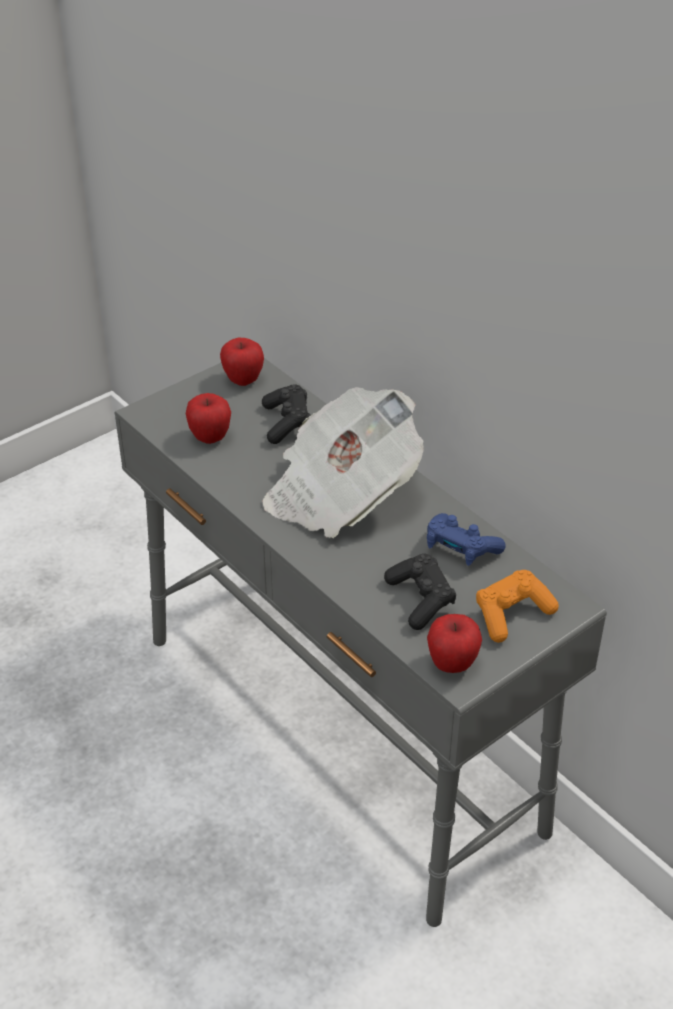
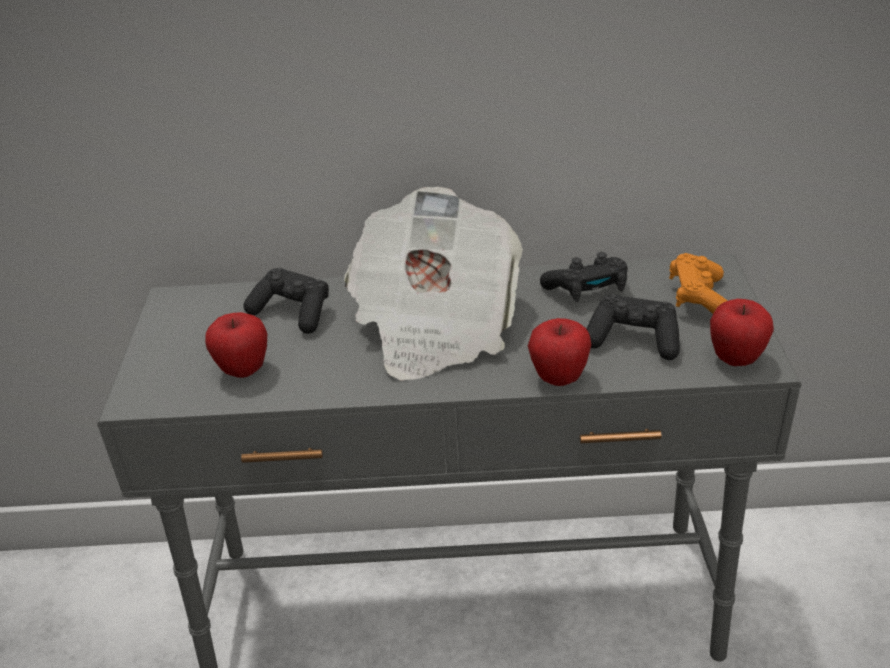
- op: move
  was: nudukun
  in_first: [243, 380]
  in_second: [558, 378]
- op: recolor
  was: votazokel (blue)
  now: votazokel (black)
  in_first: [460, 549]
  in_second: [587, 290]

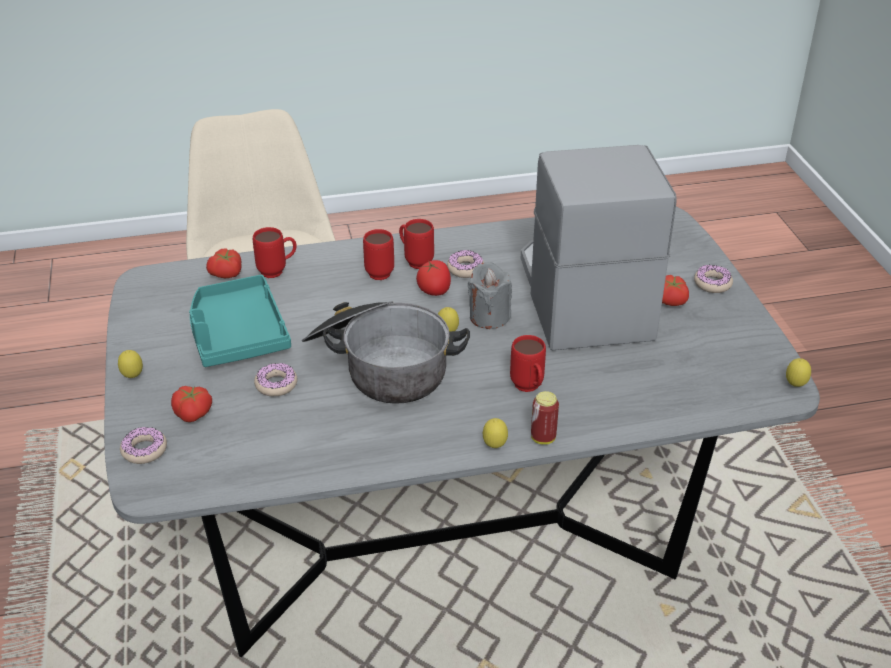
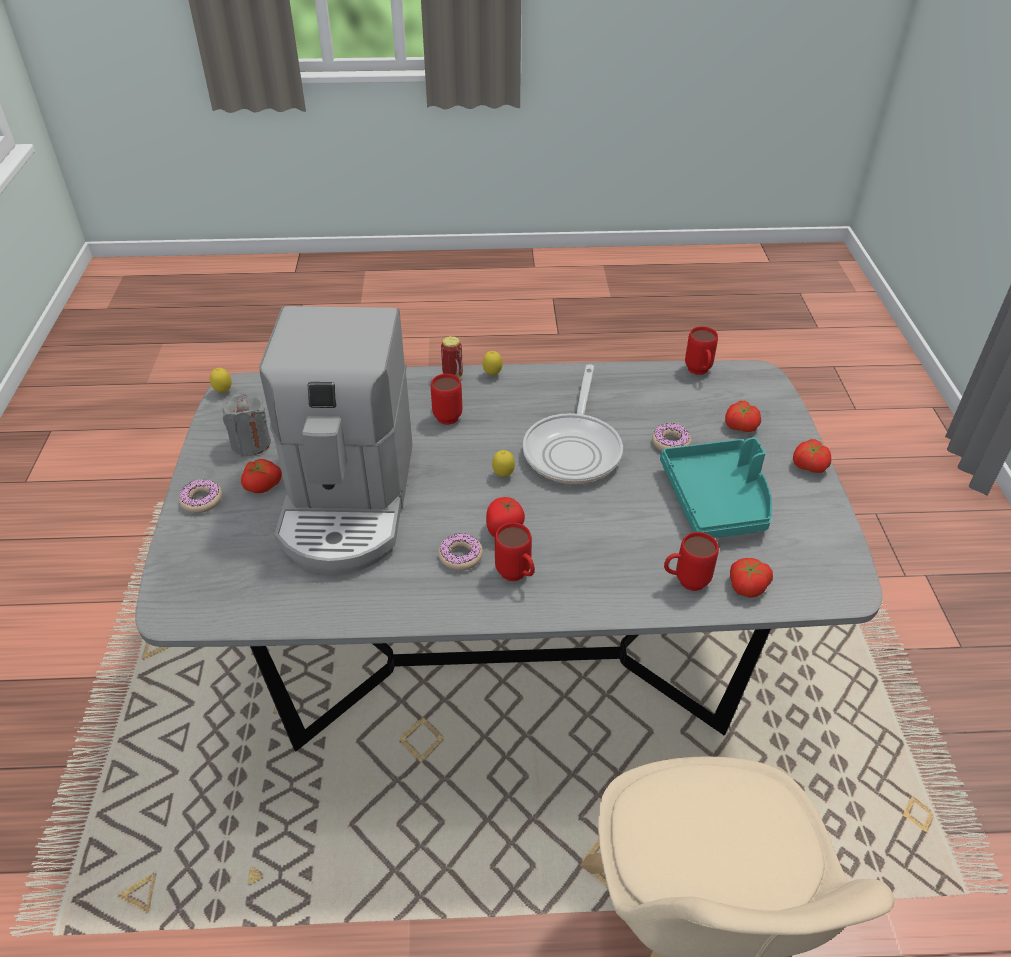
- op: delete
  was: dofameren
  in_first: [144, 450]
- op: move
  was: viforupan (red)
  in_first: [378, 271]
  in_second: [699, 373]
- op: move
  was: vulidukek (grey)
  in_first: [489, 317]
  in_second: [251, 443]
- op: replace
  was: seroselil
  now: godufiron
  in_first: [133, 377]
  in_second: [808, 466]
- op: replace
  was: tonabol
  now: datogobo
  in_first: [380, 367]
  in_second: [574, 449]

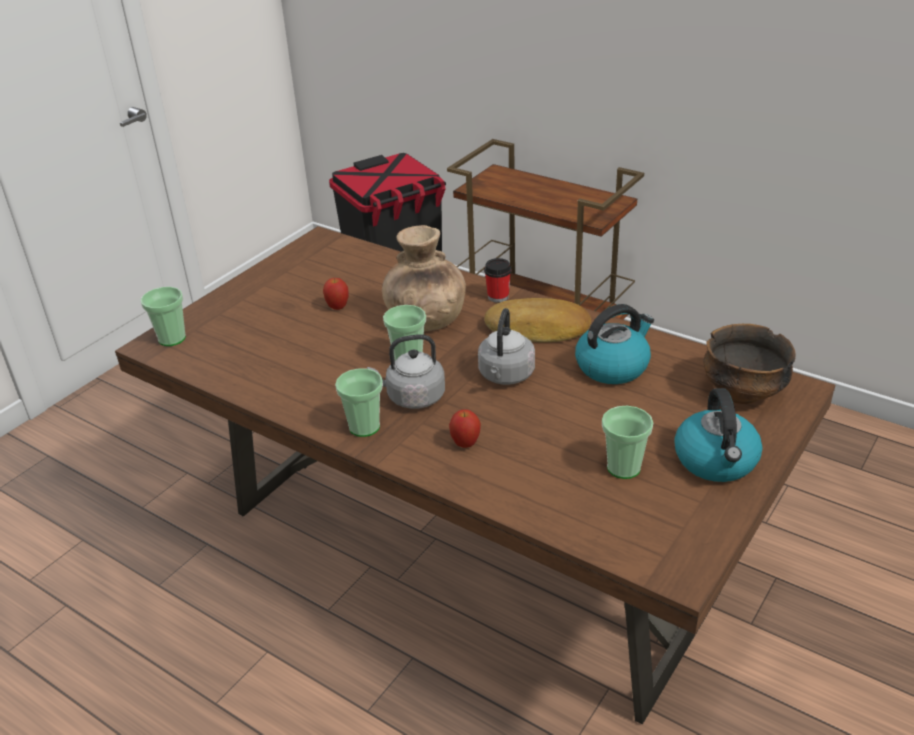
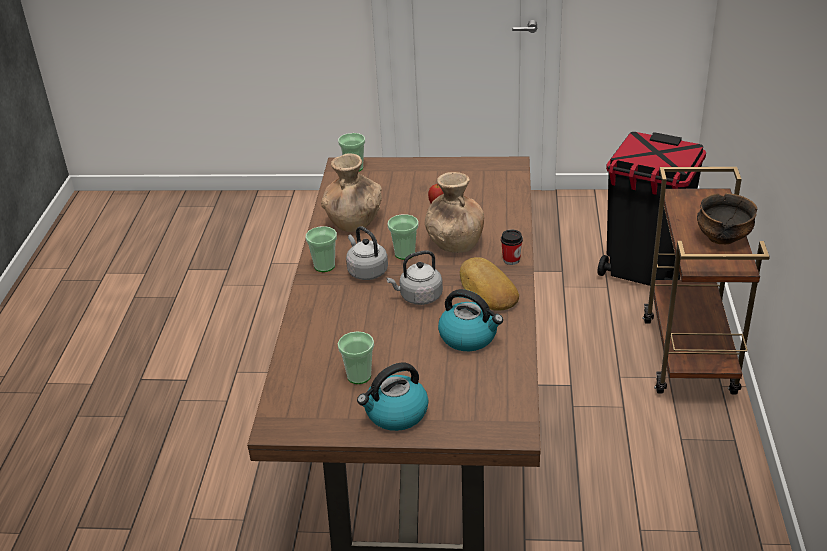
- op: delete
  was: nudukun
  in_first: [465, 444]
- op: insert
  now: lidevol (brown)
  in_second: [353, 222]
- op: move
  was: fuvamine
  in_first: [742, 392]
  in_second: [722, 238]

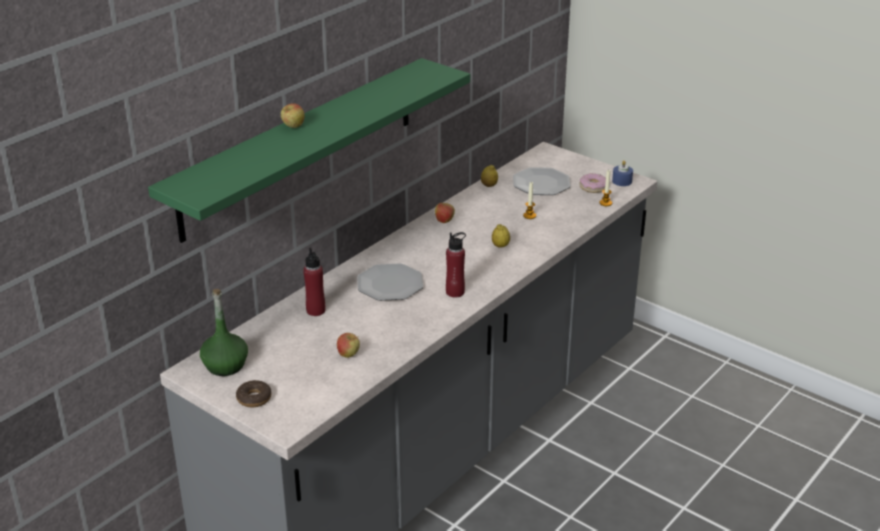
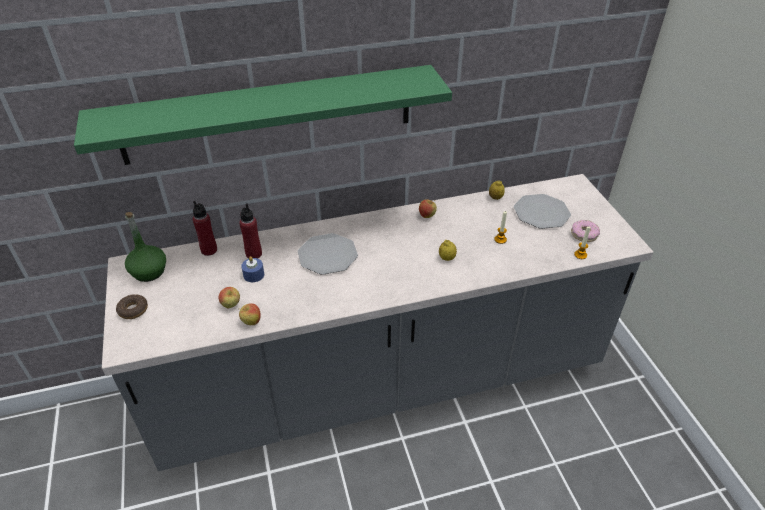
- op: move
  was: nudukun
  in_first: [293, 127]
  in_second: [251, 322]
- op: move
  was: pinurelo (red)
  in_first: [455, 292]
  in_second: [209, 250]
- op: move
  was: vulidukek (blue)
  in_first: [622, 181]
  in_second: [253, 275]

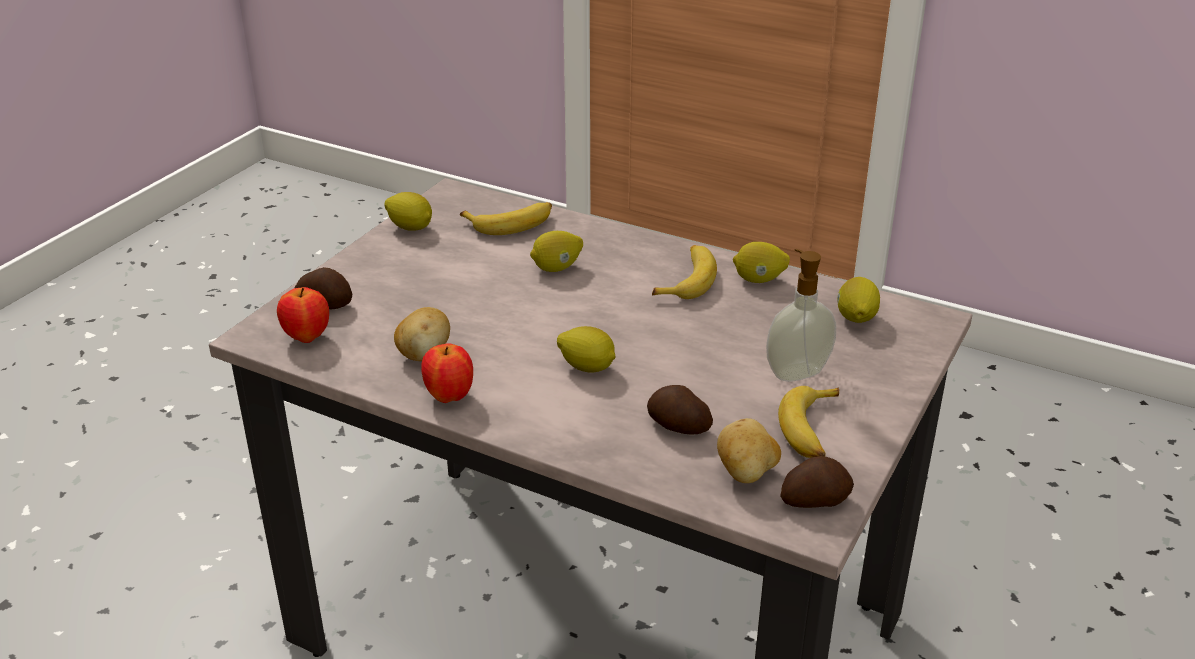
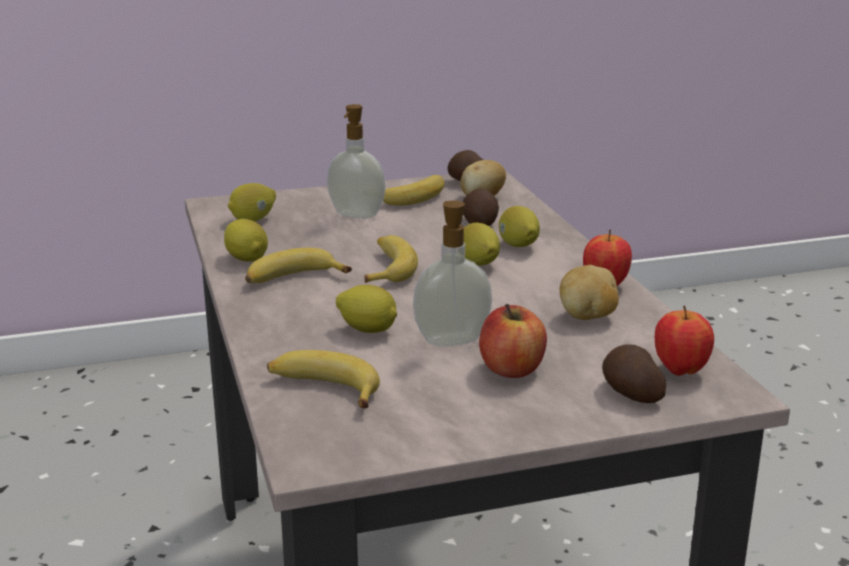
- op: insert
  now: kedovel
  in_second: [387, 268]
- op: insert
  now: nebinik
  in_second: [451, 339]
- op: insert
  now: nudukun
  in_second: [511, 369]
- op: move
  was: seroselil
  in_first: [410, 227]
  in_second: [518, 246]

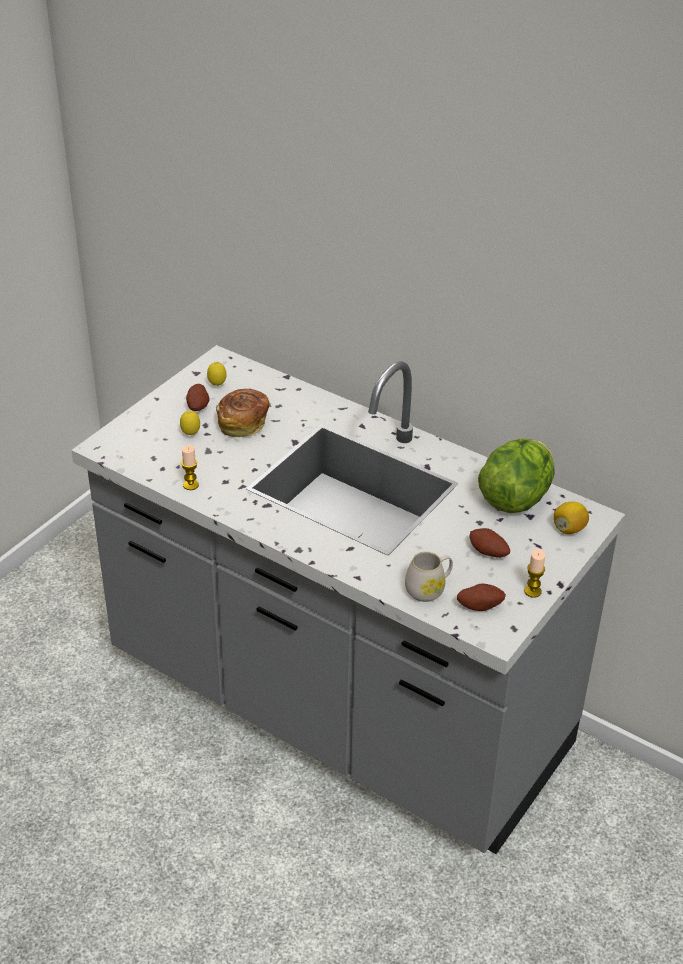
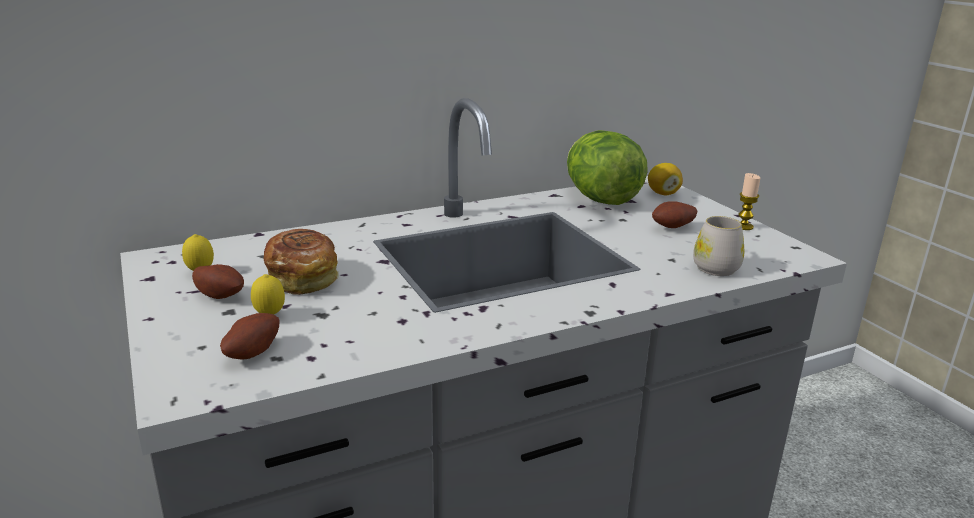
- op: delete
  was: vulidukek
  in_first: [190, 485]
- op: move
  was: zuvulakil
  in_first: [479, 605]
  in_second: [251, 352]

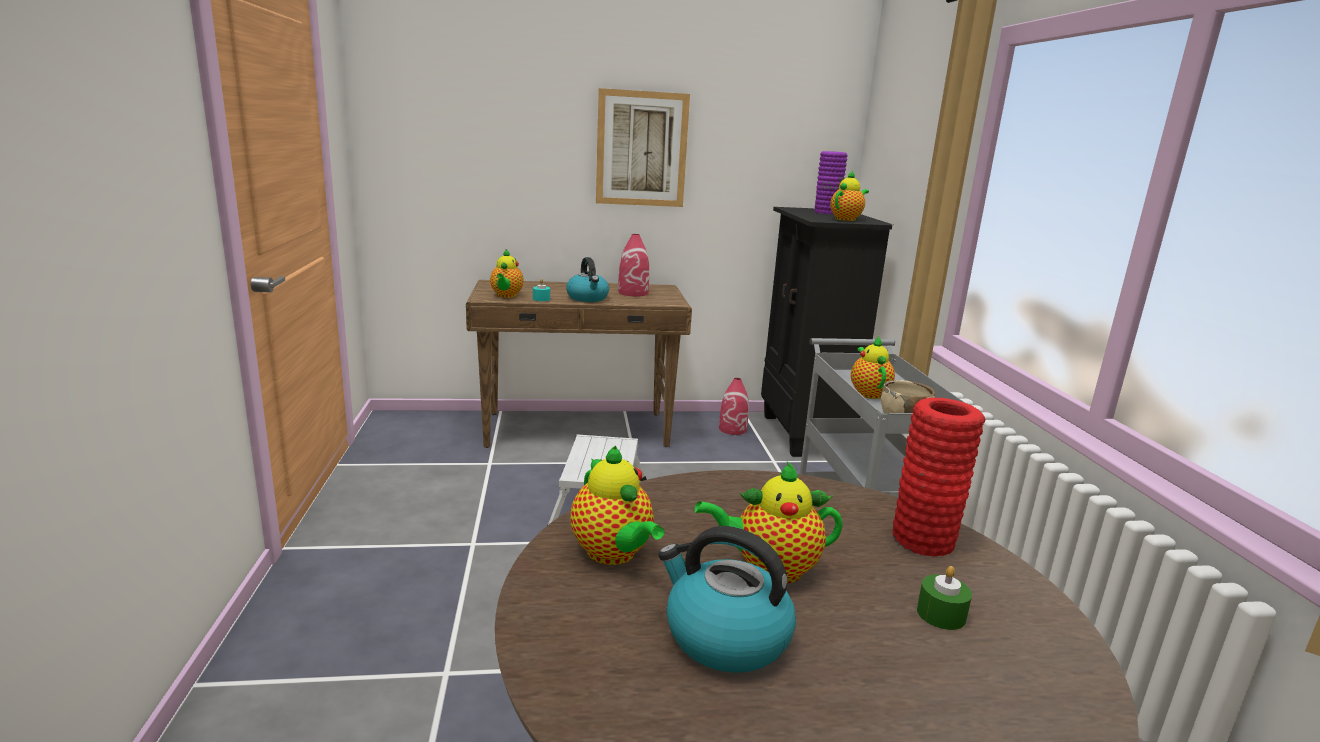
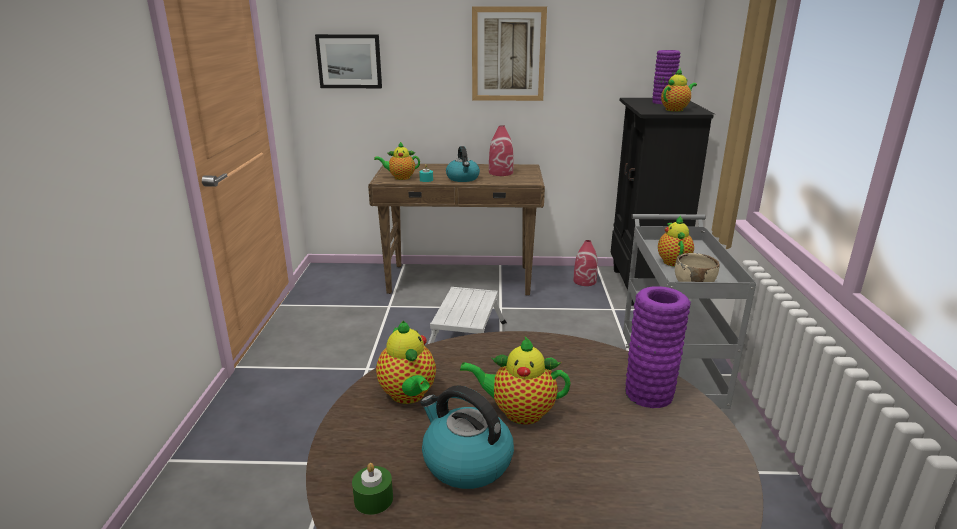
- op: insert
  now: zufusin
  in_second: [349, 61]
- op: move
  was: vulidukek (green)
  in_first: [941, 614]
  in_second: [373, 499]
- op: recolor
  was: lidevol (red)
  now: lidevol (purple)
  in_first: [923, 539]
  in_second: [649, 394]
- op: rotate
  was: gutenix
  in_first: [506, 296]
  in_second: [400, 177]
  clockwise: 75

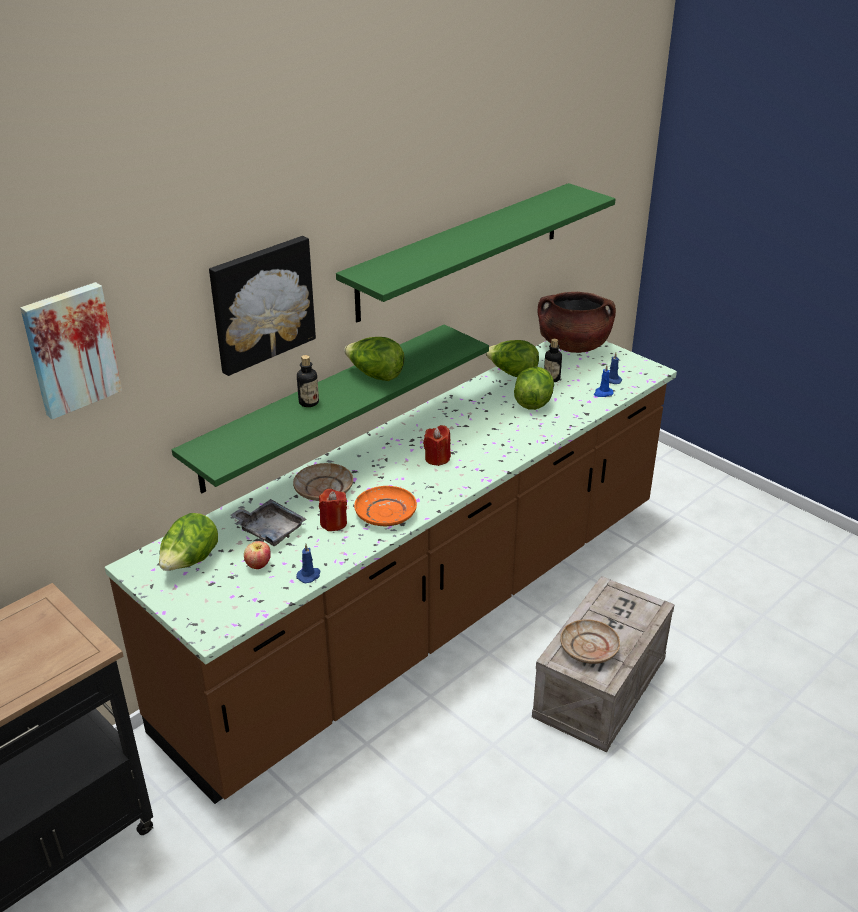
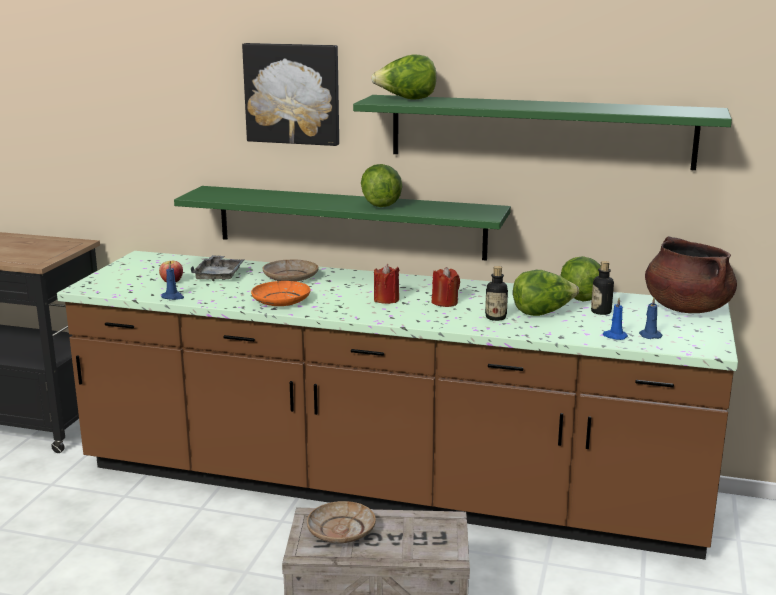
- op: delete
  was: zufusin
  in_first: [70, 349]
- op: move
  was: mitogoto
  in_first: [190, 562]
  in_second: [406, 99]
- op: move
  was: pinurelo
  in_first: [309, 402]
  in_second: [495, 317]
- op: move
  was: vulidukek (red)
  in_first: [333, 523]
  in_second: [445, 302]

